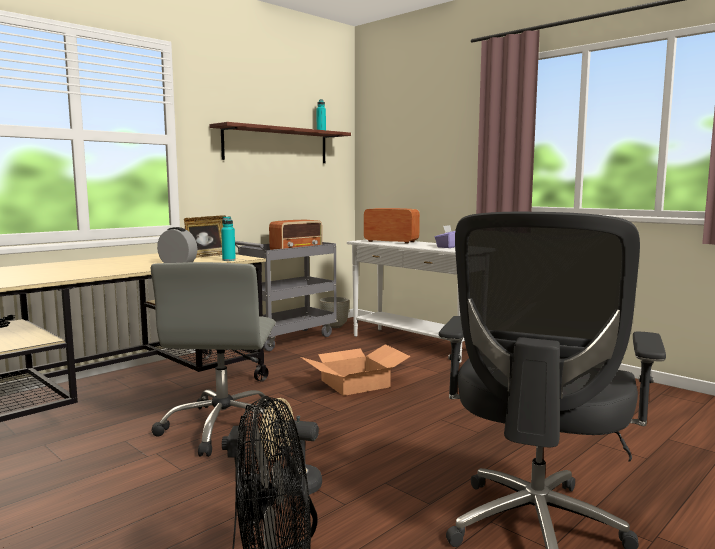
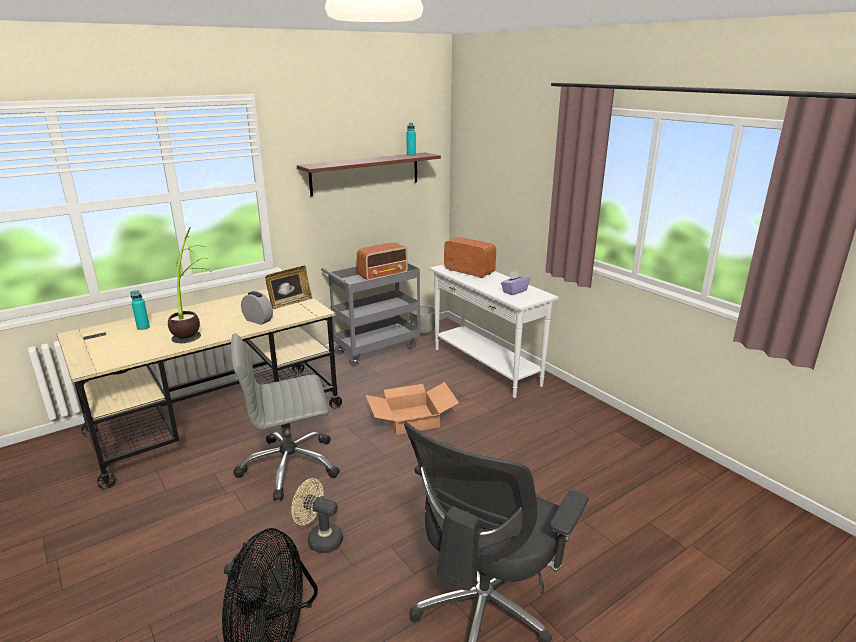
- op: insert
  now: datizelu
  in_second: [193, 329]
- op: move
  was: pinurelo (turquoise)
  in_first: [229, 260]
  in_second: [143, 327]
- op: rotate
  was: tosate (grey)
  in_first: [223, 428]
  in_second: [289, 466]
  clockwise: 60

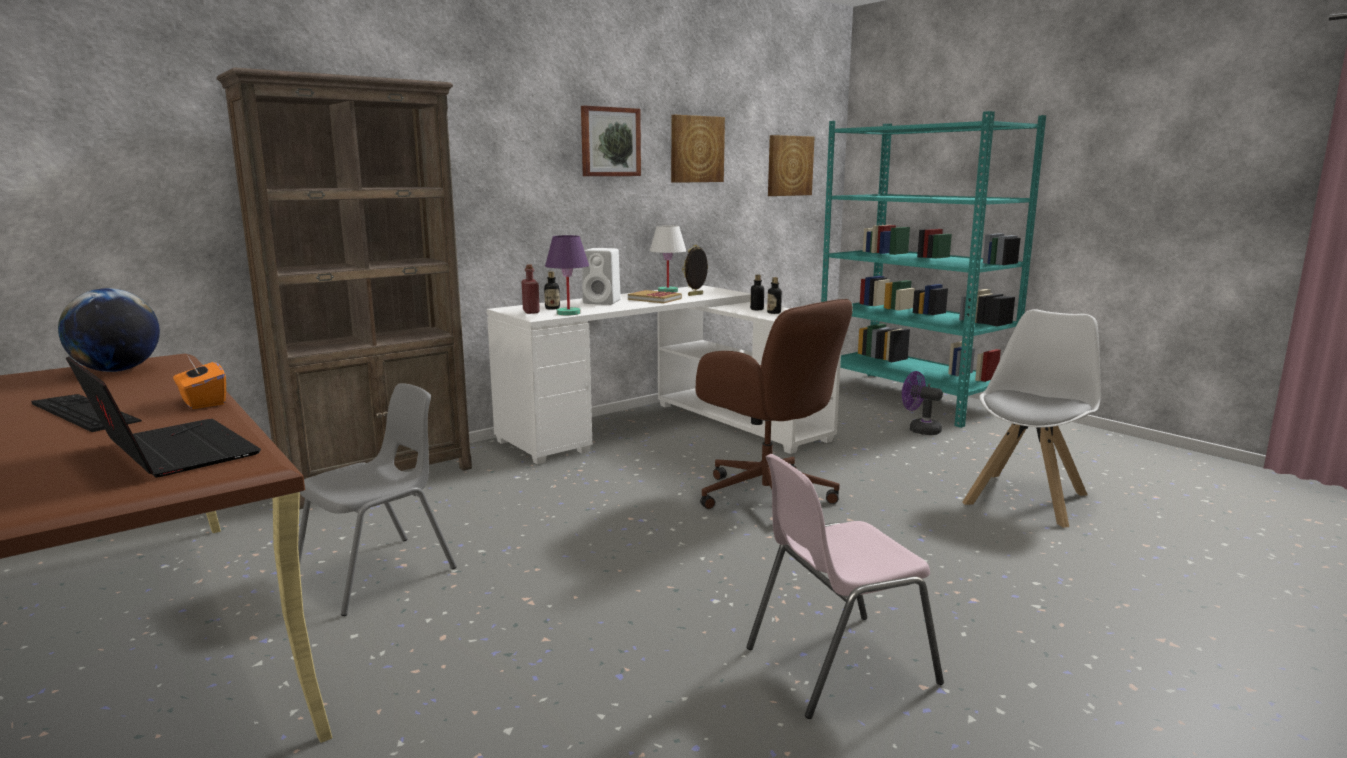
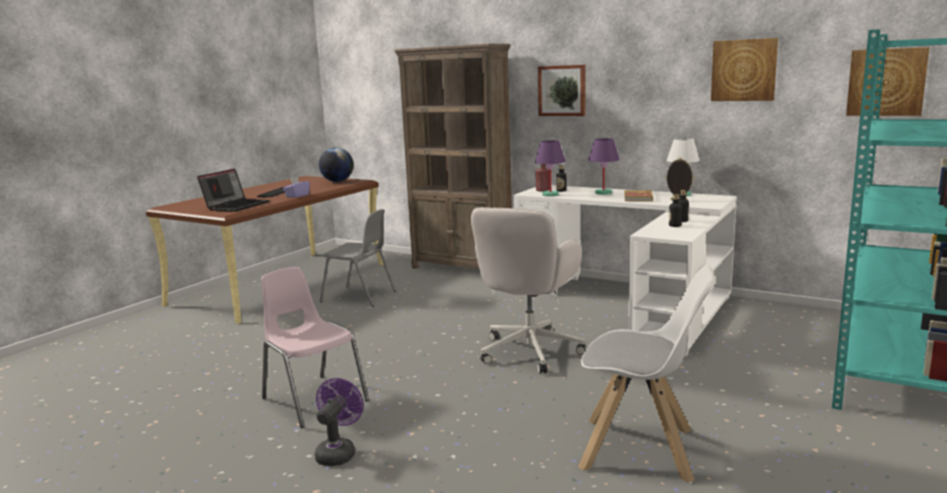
- op: move
  was: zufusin
  in_first: [610, 142]
  in_second: [562, 90]
- op: move
  was: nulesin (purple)
  in_first: [919, 430]
  in_second: [338, 452]
- op: replace
  was: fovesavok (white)
  now: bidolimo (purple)
  in_first: [603, 302]
  in_second: [603, 193]
- op: recolor
  was: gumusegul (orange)
  now: gumusegul (purple)
  in_first: [202, 402]
  in_second: [297, 196]
- op: recolor
  was: tosate (brown)
  now: tosate (white)
  in_first: [765, 496]
  in_second: [530, 351]

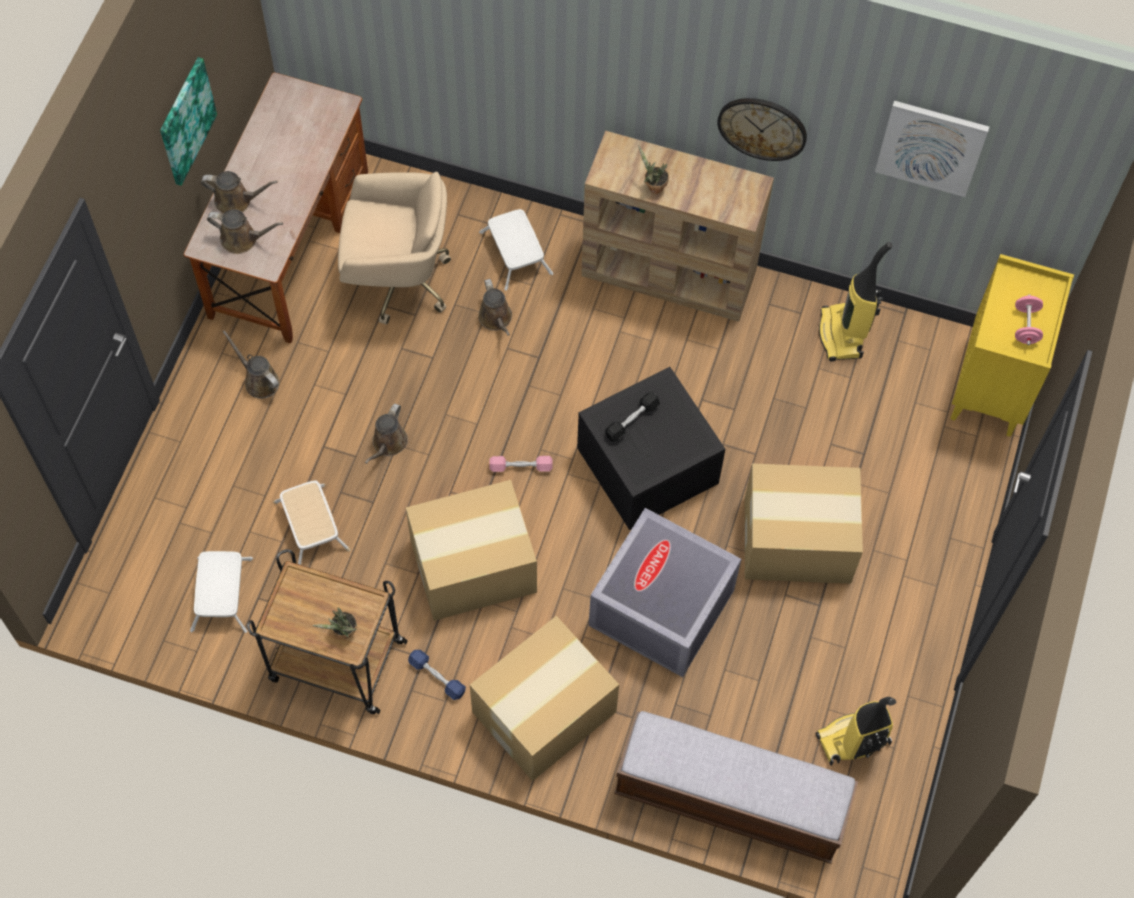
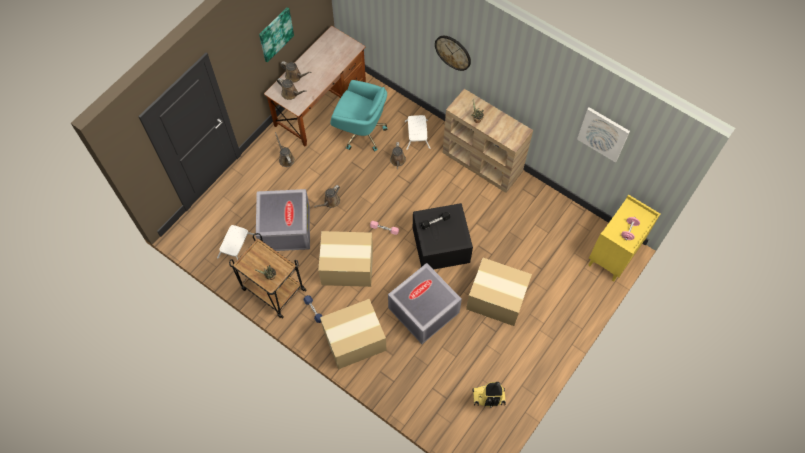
- op: delete
  was: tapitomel
  in_first: [729, 800]
- op: delete
  was: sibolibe
  in_first: [842, 335]
- op: move
  was: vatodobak
  in_first: [762, 128]
  in_second: [453, 52]
- op: replace
  was: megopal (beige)
  now: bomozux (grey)
  in_first: [312, 525]
  in_second: [285, 228]
- op: recolor
  was: tosate (beige)
  now: tosate (turquoise)
  in_first: [398, 282]
  in_second: [361, 133]

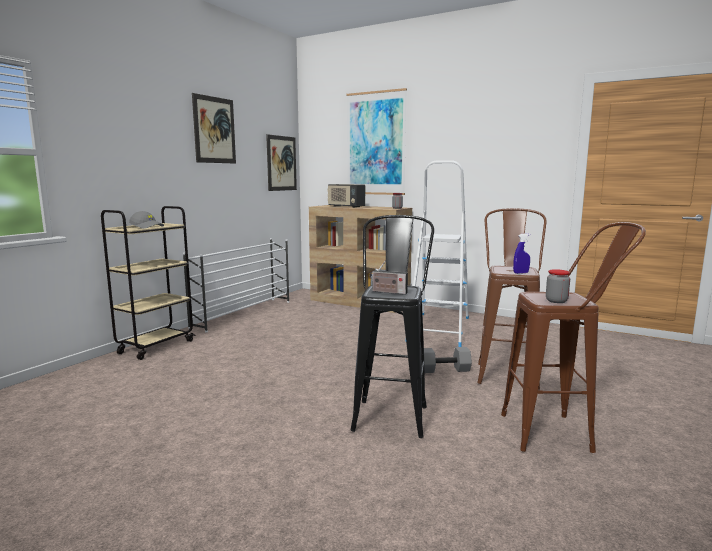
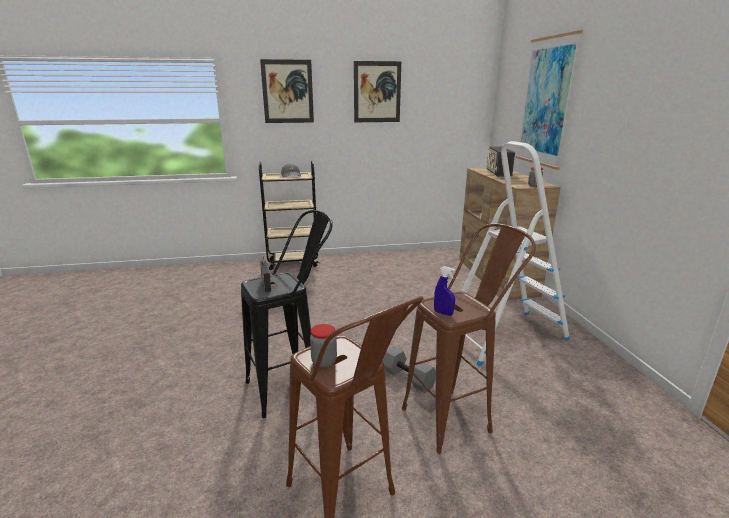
- op: delete
  was: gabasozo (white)
  in_first: [244, 314]
- op: move
  was: zufusin
  in_first: [281, 163]
  in_second: [287, 91]

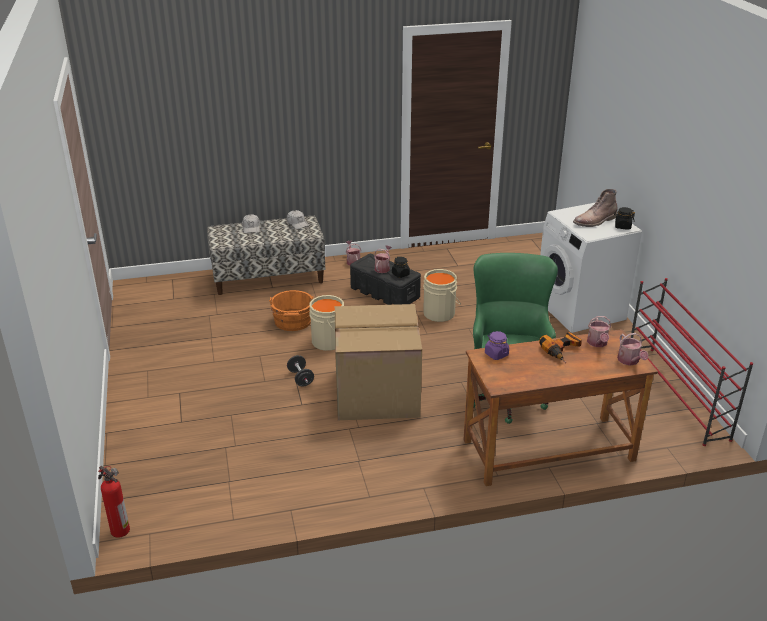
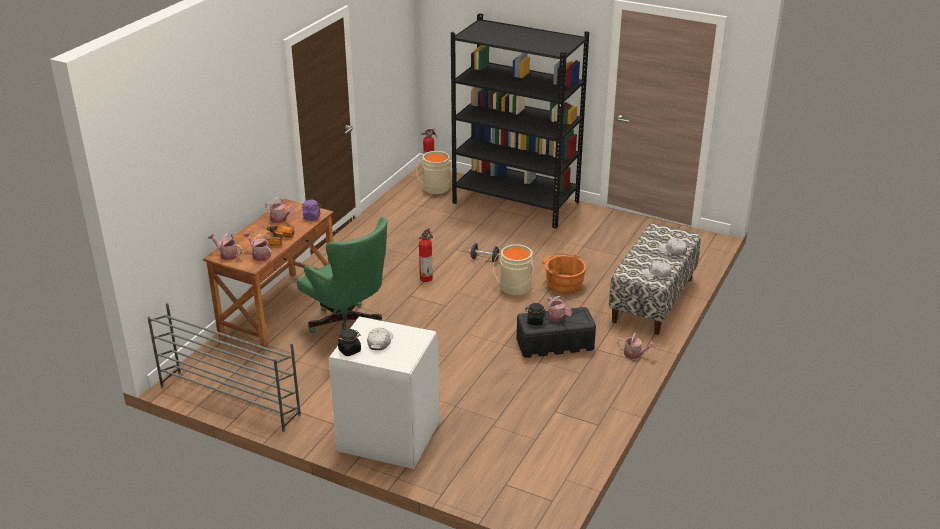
- op: insert
  now: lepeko
  in_second: [280, 220]
- op: insert
  now: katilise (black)
  in_second: [515, 202]
- op: move
  was: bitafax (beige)
  in_first: [440, 313]
  in_second: [436, 189]
- op: replace
  was: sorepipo
  now: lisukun
  in_first: [375, 394]
  in_second: [426, 278]
- op: replace
  was: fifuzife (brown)
  now: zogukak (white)
  in_first: [595, 221]
  in_second: [380, 342]
- op: recolor
  was: gabasozo (red)
  now: gabasozo (grey)
  in_first: [676, 394]
  in_second: [229, 400]

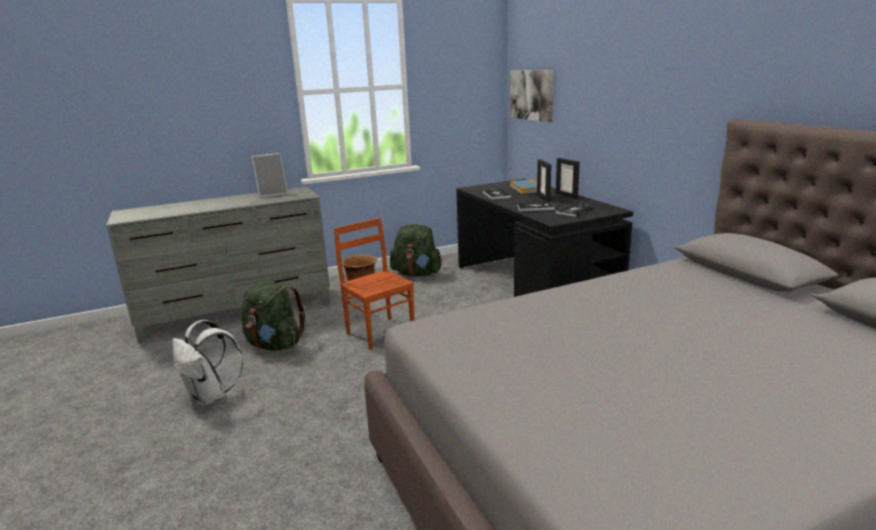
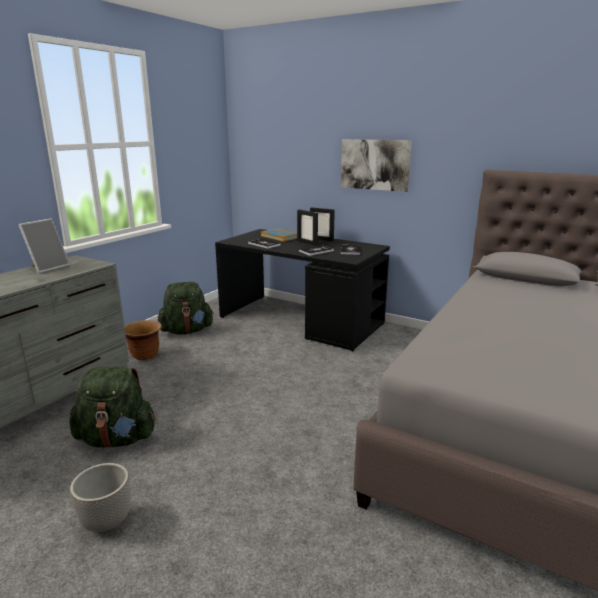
- op: delete
  was: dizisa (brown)
  in_first: [380, 332]
- op: move
  was: zufusin
  in_first: [532, 95]
  in_second: [375, 164]
- op: replace
  was: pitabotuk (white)
  now: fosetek
  in_first: [210, 397]
  in_second: [107, 522]

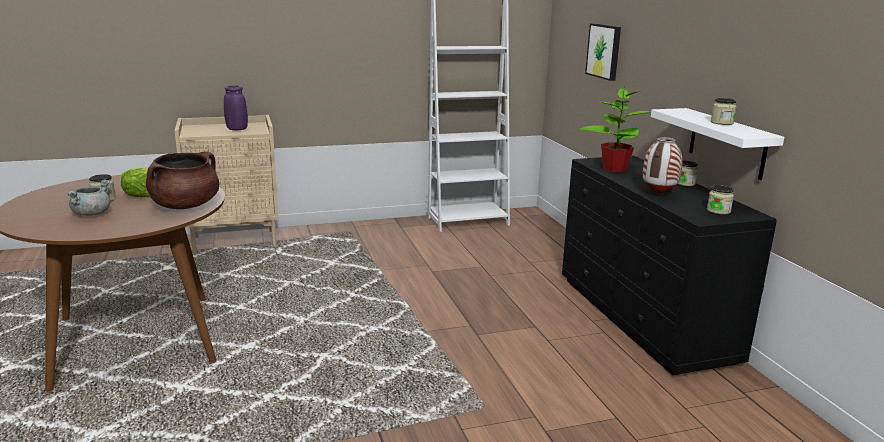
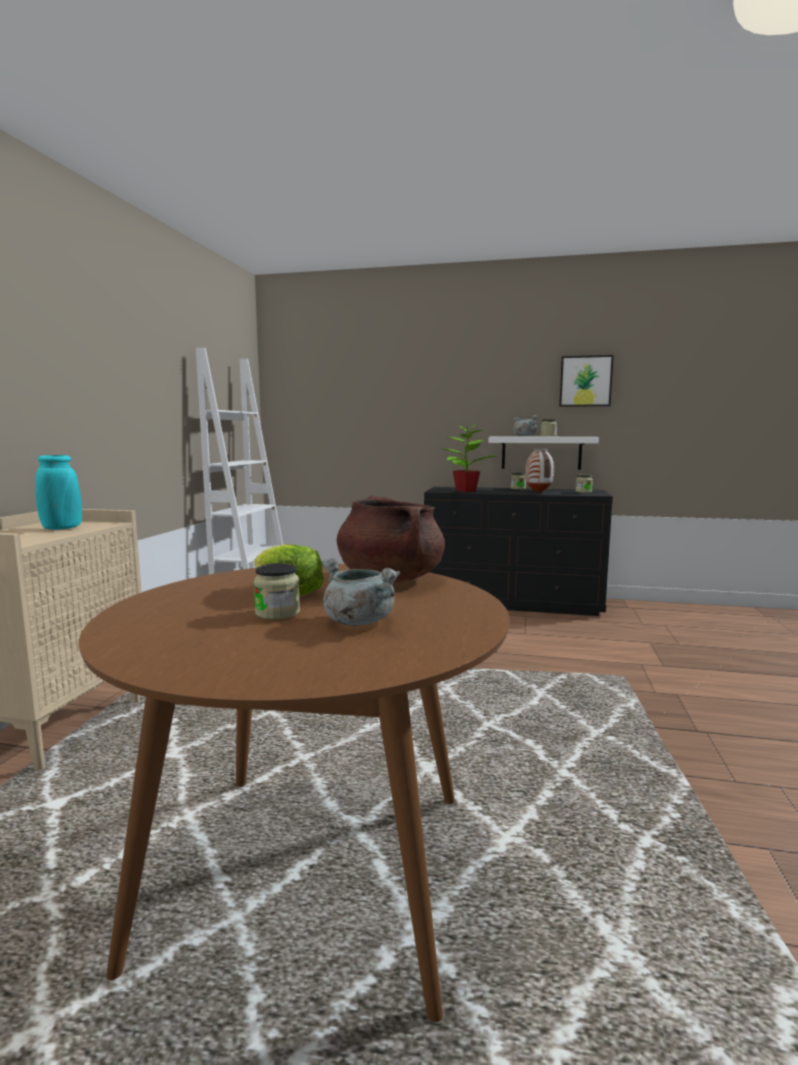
- op: insert
  now: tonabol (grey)
  in_second: [523, 436]
- op: move
  was: zufusin
  in_first: [604, 51]
  in_second: [585, 381]
- op: recolor
  was: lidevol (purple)
  now: lidevol (turquoise)
  in_first: [237, 129]
  in_second: [62, 528]

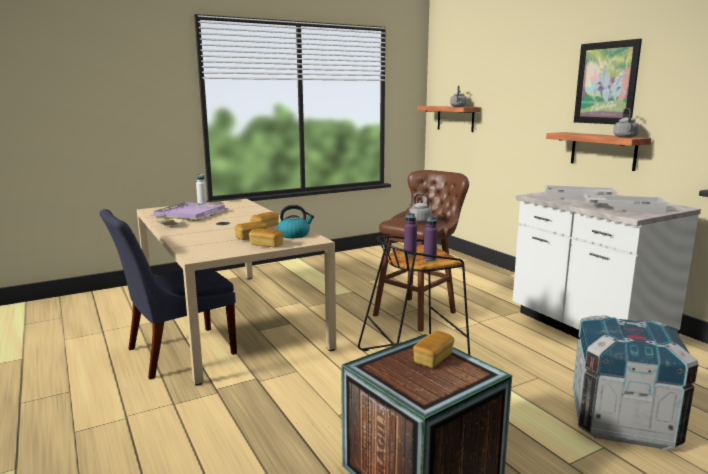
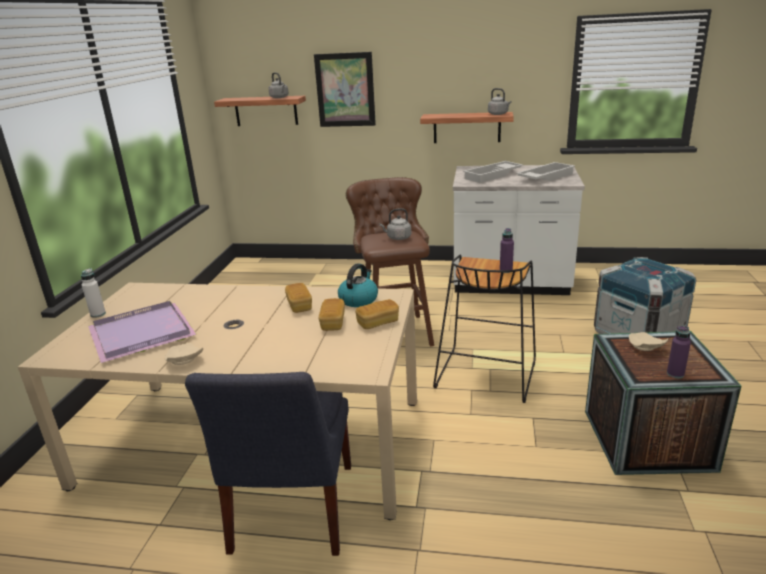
- op: move
  was: pinurelo (purple)
  in_first: [410, 254]
  in_second: [675, 374]
- op: move
  was: zufusin
  in_first: [606, 83]
  in_second: [345, 90]
- op: replace
  was: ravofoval
  now: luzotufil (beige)
  in_first: [433, 359]
  in_second: [645, 347]

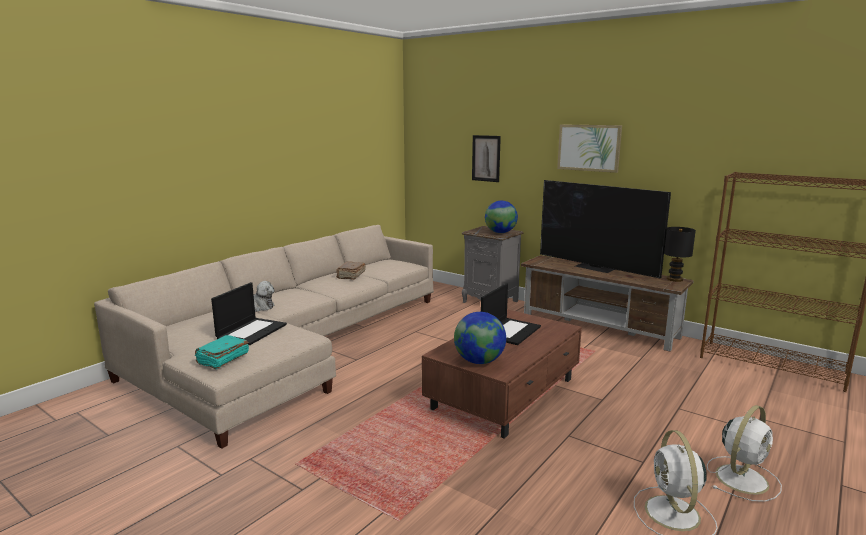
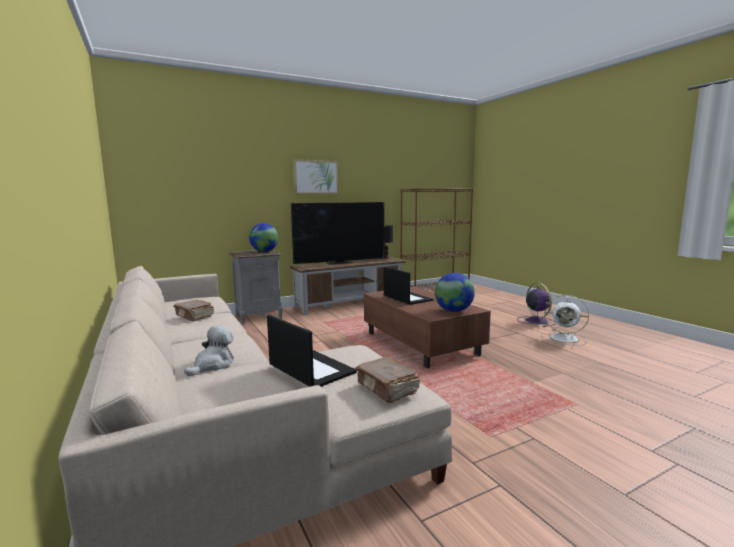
- op: delete
  was: zufusin
  in_first: [486, 158]
- op: recolor
  was: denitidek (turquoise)
  now: denitidek (brown)
  in_first: [222, 359]
  in_second: [387, 389]
- op: recolor
  was: nulesin (white)
  now: nulesin (purple)
  in_first: [742, 478]
  in_second: [536, 321]

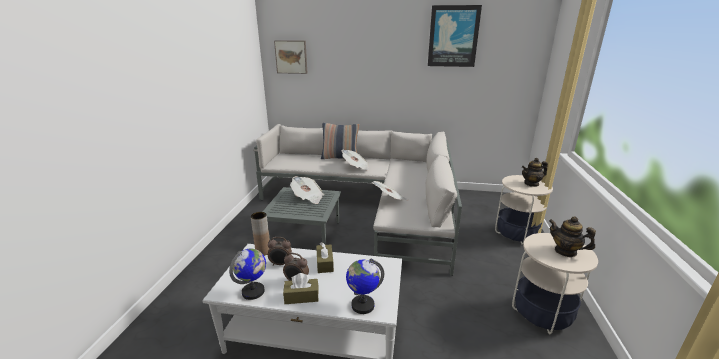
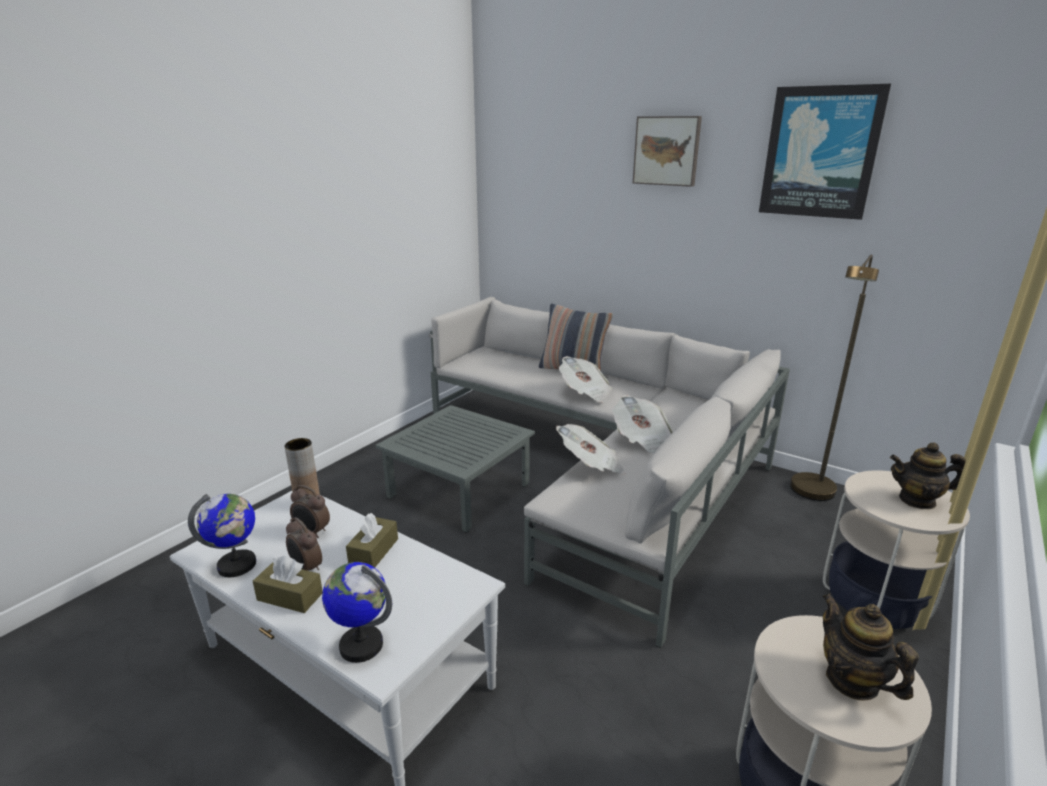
- op: insert
  now: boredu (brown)
  in_second: [812, 495]
- op: move
  was: zufusin
  in_first: [291, 57]
  in_second: [667, 151]
- op: move
  was: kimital
  in_first: [308, 198]
  in_second: [642, 440]

